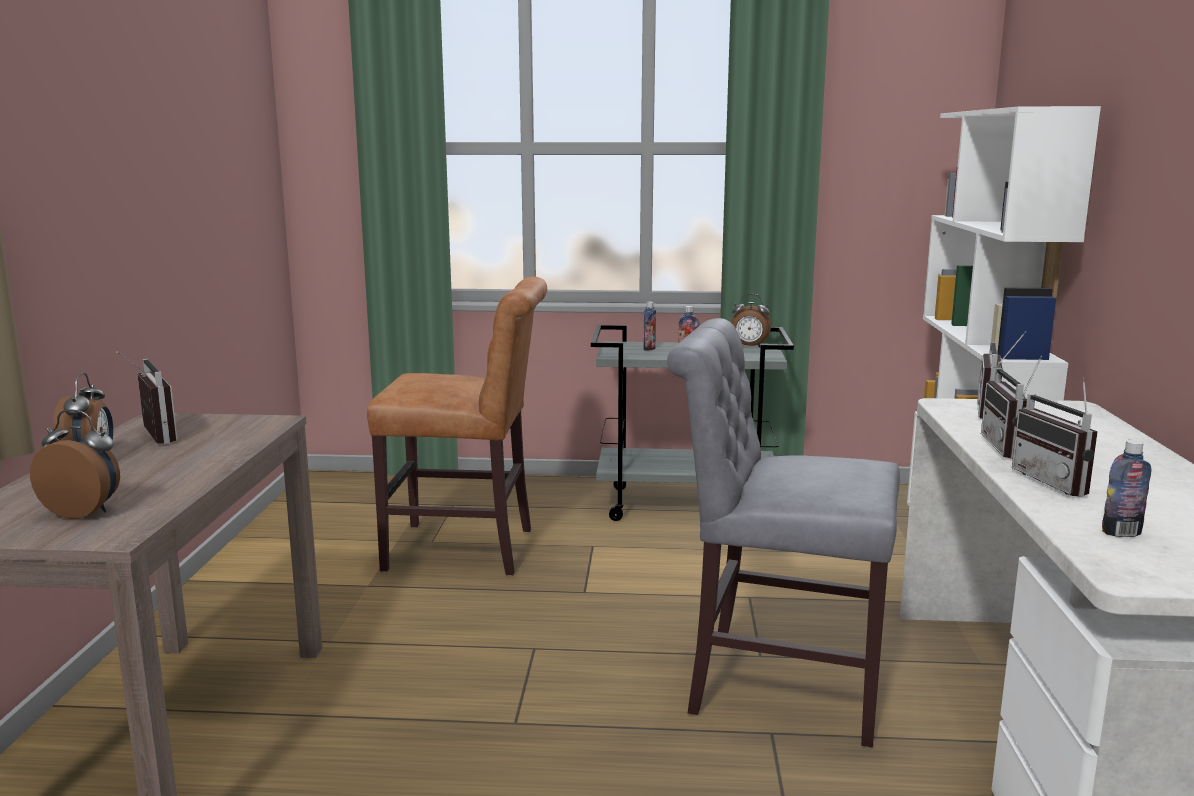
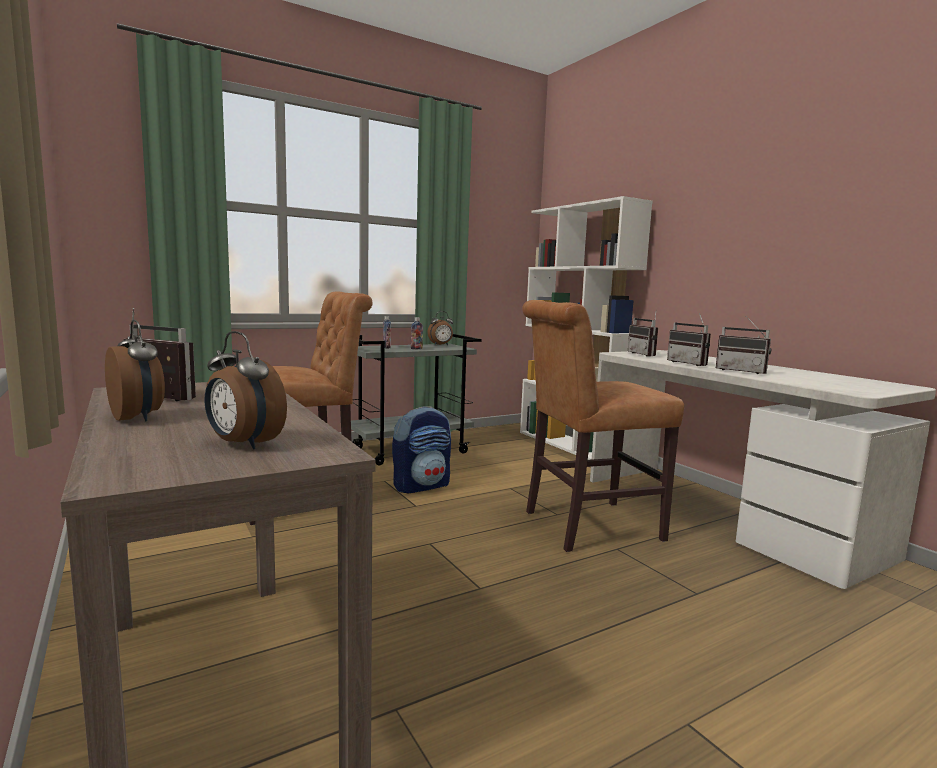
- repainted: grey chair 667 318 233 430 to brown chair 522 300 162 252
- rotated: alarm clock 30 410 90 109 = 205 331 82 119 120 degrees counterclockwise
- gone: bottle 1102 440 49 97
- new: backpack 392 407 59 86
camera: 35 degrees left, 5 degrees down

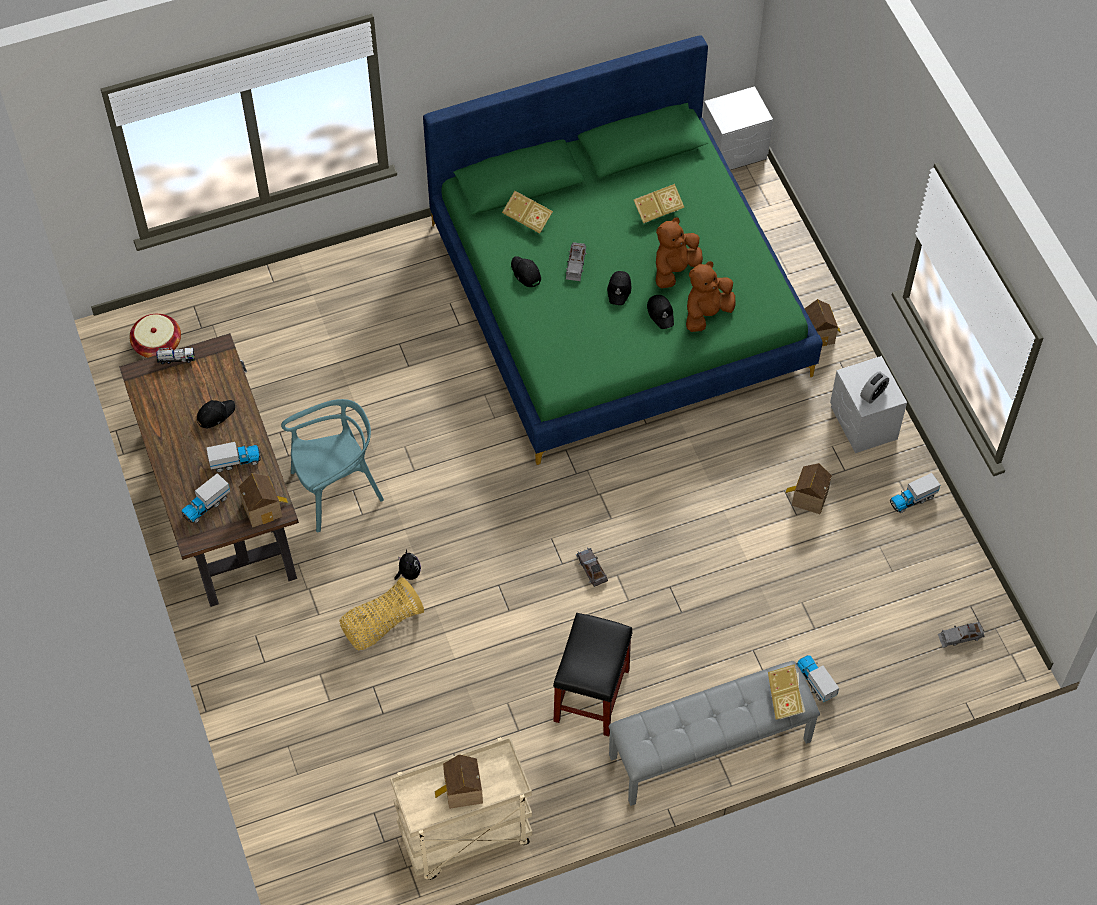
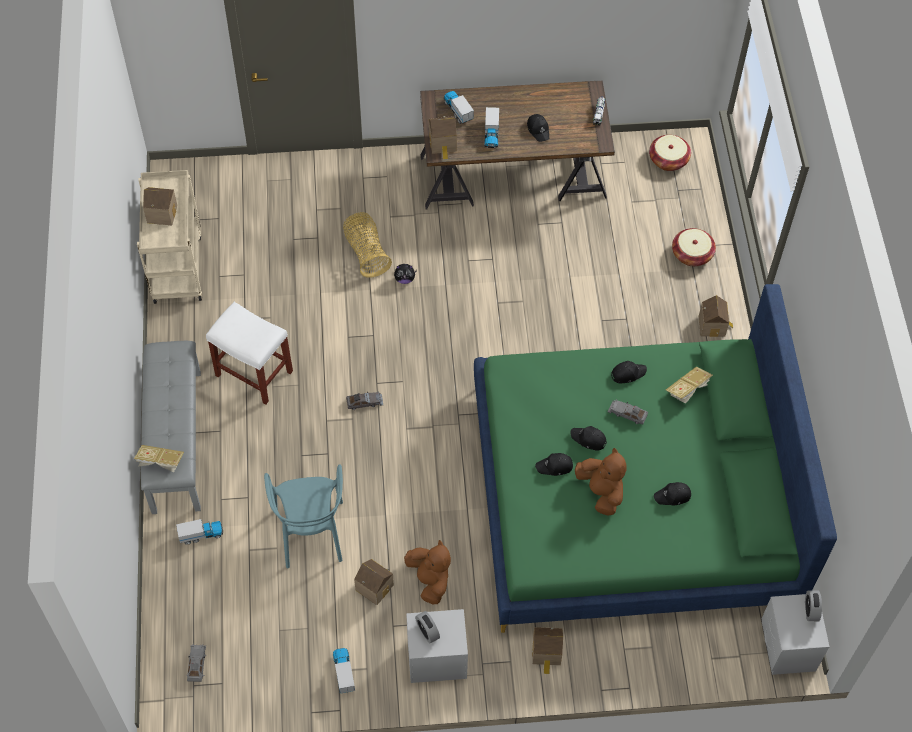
- swapped: book 634 184 50 39 to black cap 654 482 37 24
- shifted: brown plush toy 686 261 50 71 to 404 540 47 64
- shifted: turquoise chair 281 399 103 133 to 264 465 79 103
- repainted: black stool 553 613 80 123 to white stool 206 302 87 103
- new: basket 672 228 44 38
- new: toy house 699 295 34 42
- new: alarm clock 805 590 17 31
camera: 105 degrees right, 0 degrees up

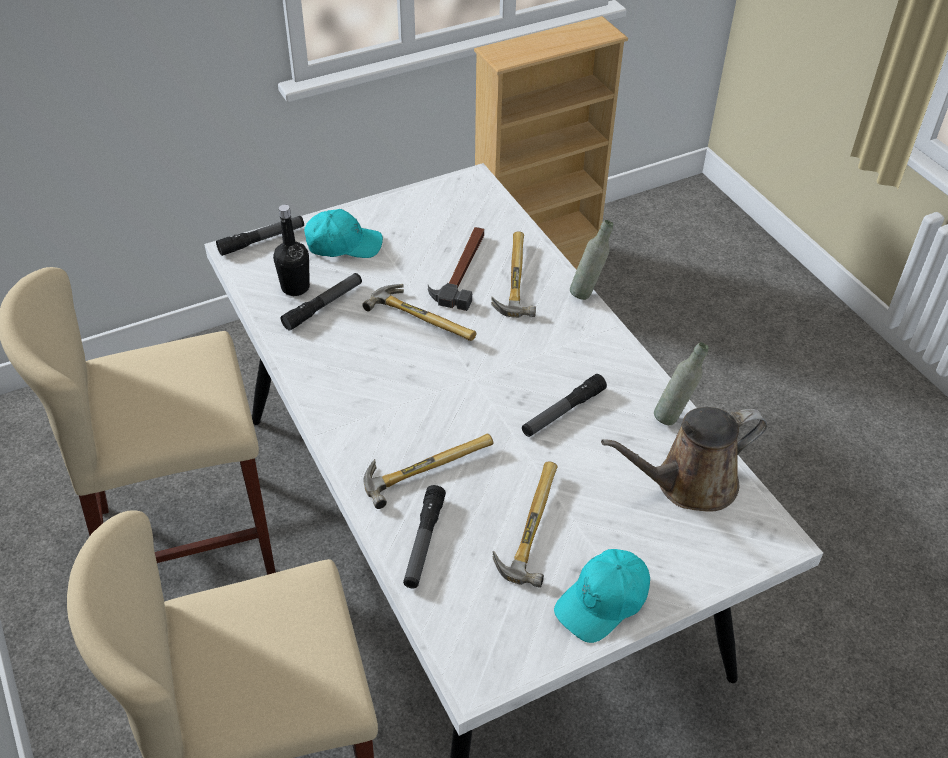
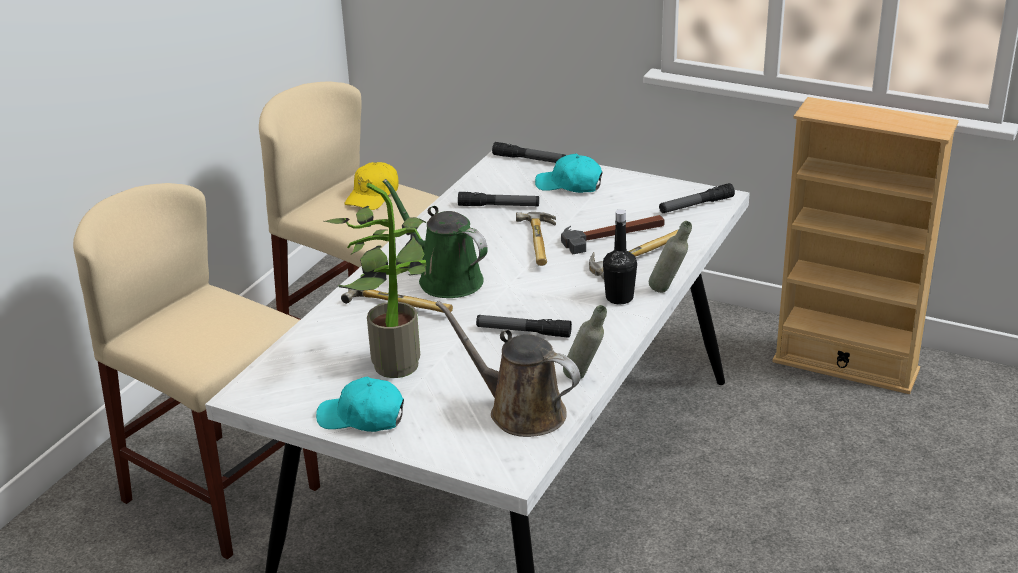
- shifted: black bottle 273 205 37 91 to 603 209 34 95
- rotated: turquoise cap 304 209 79 49 = 535 154 67 39 150 degrees clockwise
- swapped: hammer 493 461 65 127 to potted plant 323 183 104 195
- shifted: flashlight 403 485 43 103 to 659 183 76 30
- new: yellow cap 345 162 54 48
- new: green watering can 383 179 105 119
camera: 55 degrees right, 15 degrees down

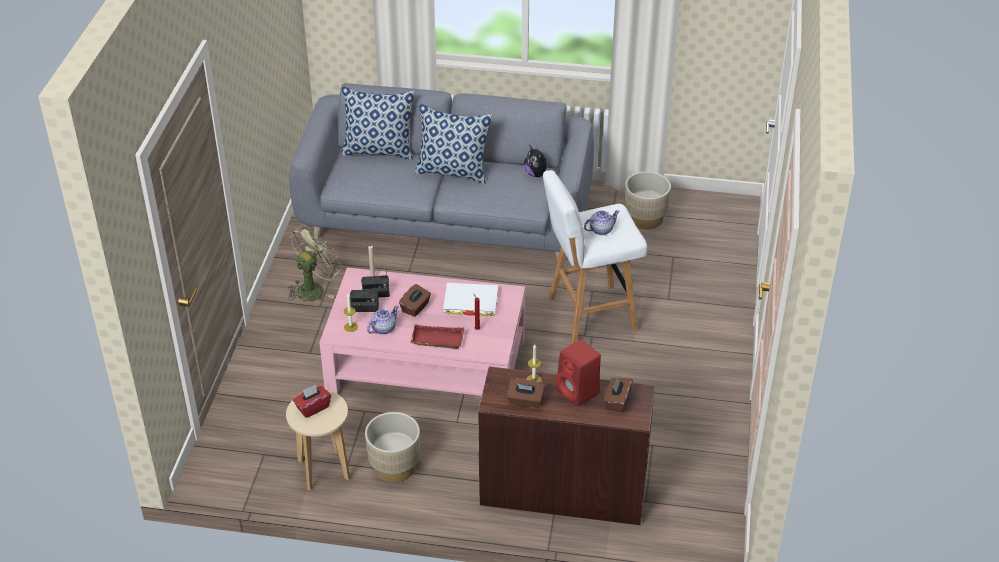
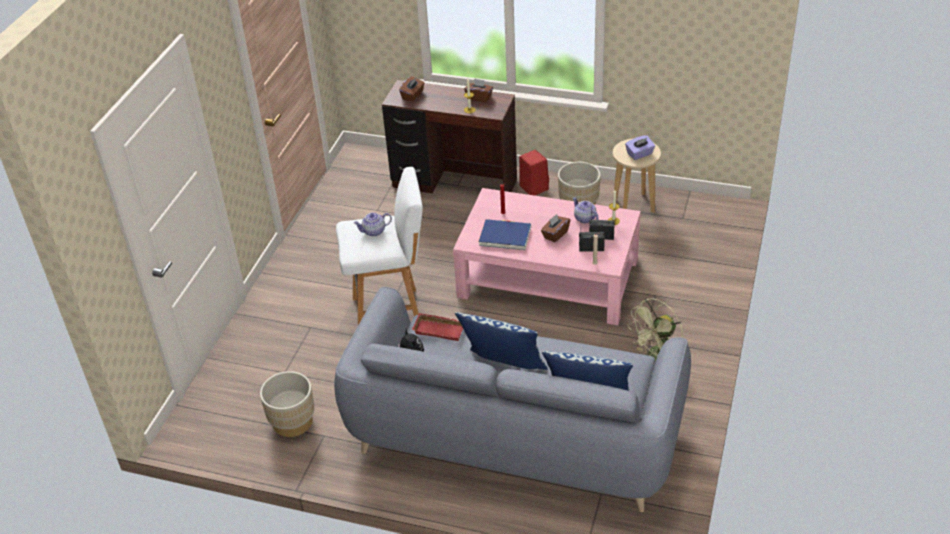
- repainted: white book 443 283 55 33 to blue book 478 219 53 31
- rotated: teapot 367 305 32 30 = 573 198 25 25 90 degrees clockwise
- shifted: red tray 410 325 54 24 to 412 313 51 28
- shifted: red speaker 556 340 45 66 to 519 150 30 46
- repainted: red tissue box 293 385 38 33 to purple tissue box 625 135 30 25
camera: 170 degrees left, 0 degrees up

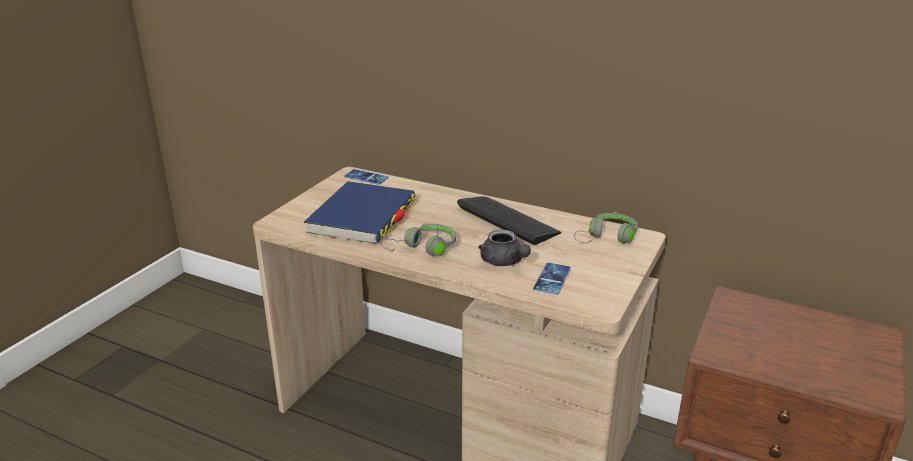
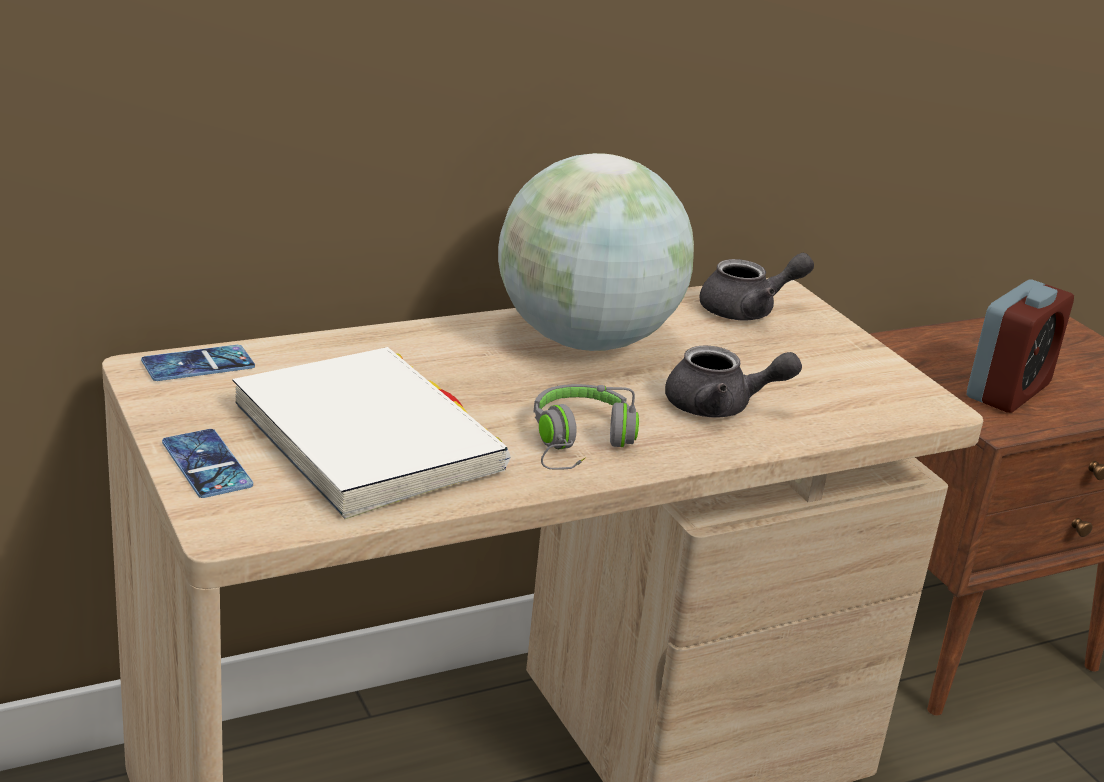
- repainted: blue book 304 181 112 63 to white book 232 347 279 172
- swapped: keyboard 457 196 105 49 to globe 498 153 196 198
- swapped: grey headphones 574 212 64 31 to grey teapot 699 253 115 68
- shifted: phone 533 263 38 32 to 162 429 91 69
- new: alarm clock 967 279 107 134
camera: 55 degrees left, 0 degrees up

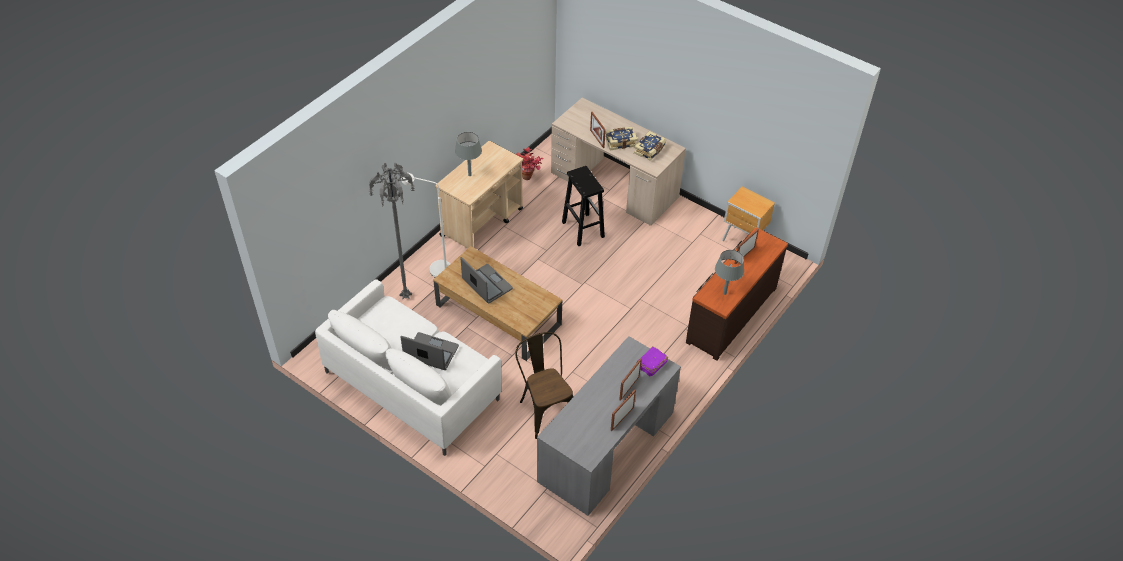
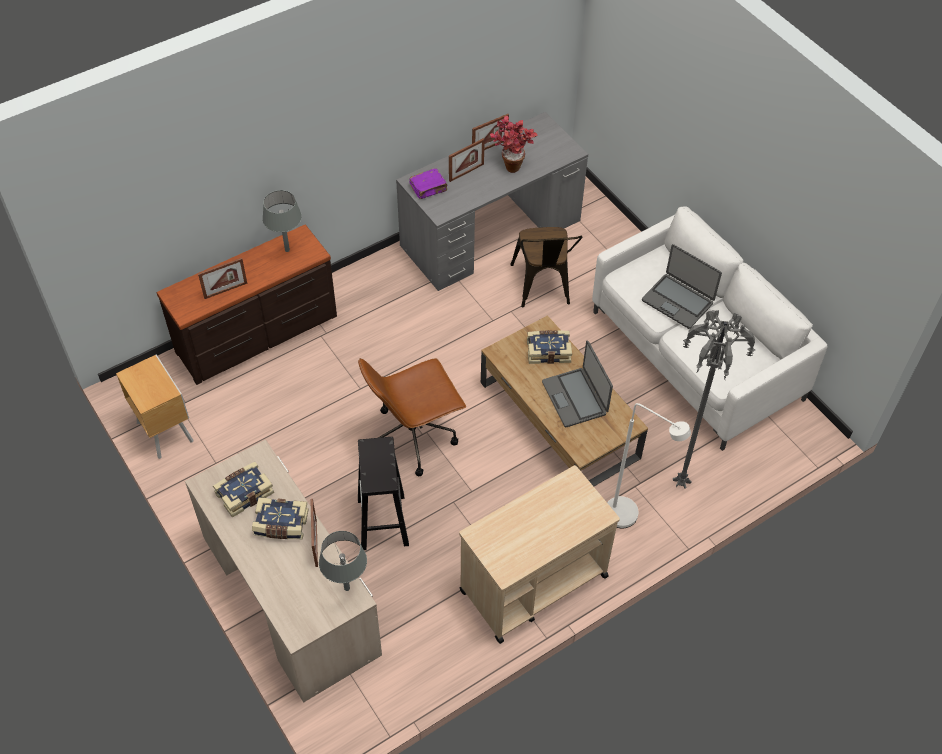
- shifted: grey table lamp 455 132 27 44 to 319 531 48 60
- shifted: potted plant 516 147 27 33 to 490 116 47 57
- new: book 527 330 45 34
- new: brown office chair 358 358 108 118
camera: 160 degrees left, 5 degrees up

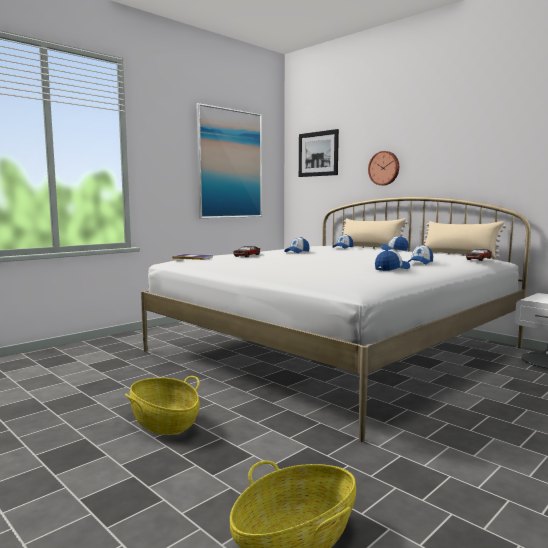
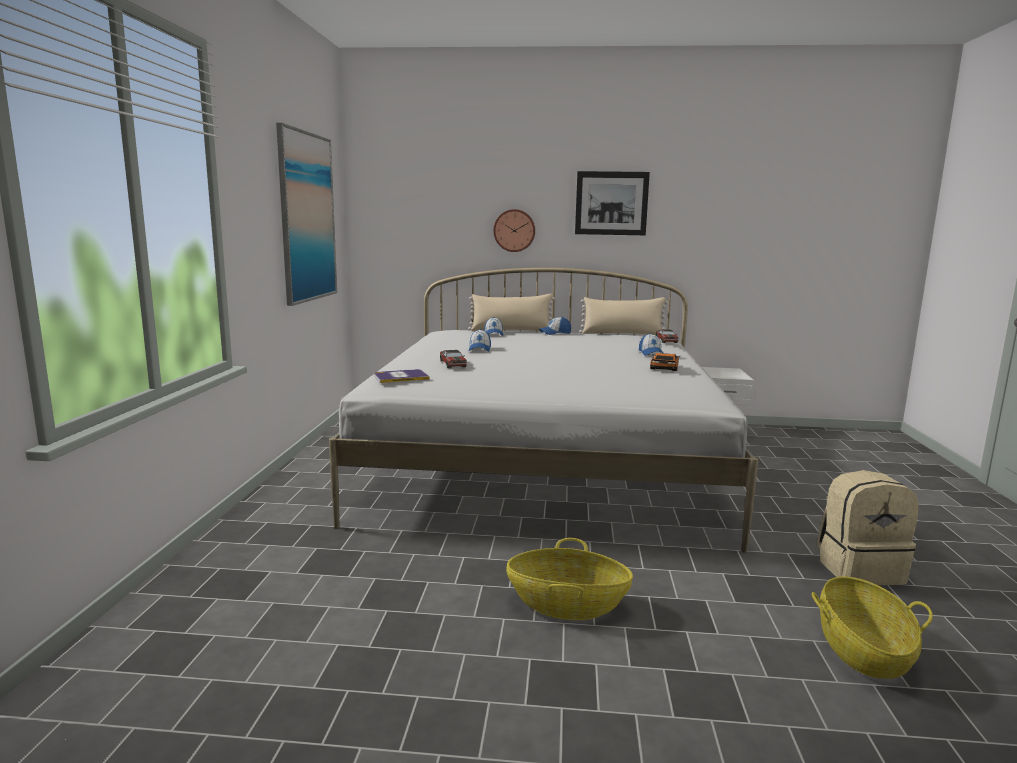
- shifted: picture 299 129 40 48 to 575 171 75 64
- swapped: cap 375 250 35 21 to toy car 650 353 30 18
- new: beige backpack 817 470 102 115
camera: 40 degrees left, 5 degrees up

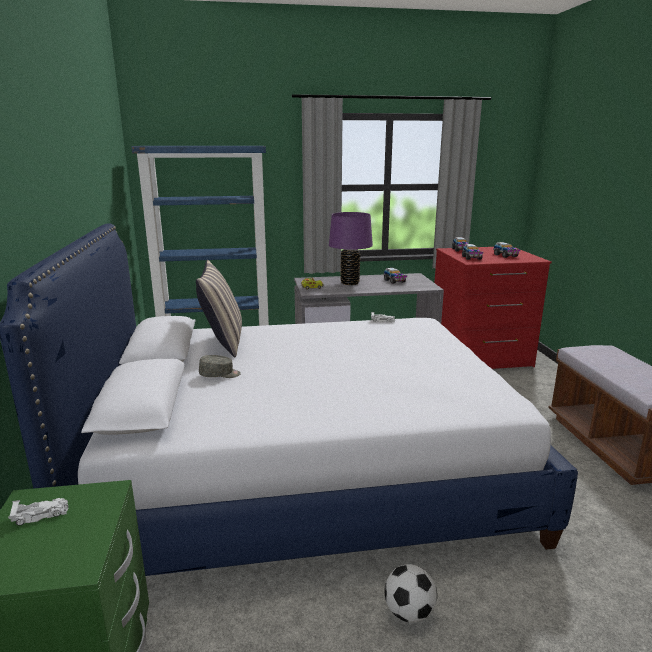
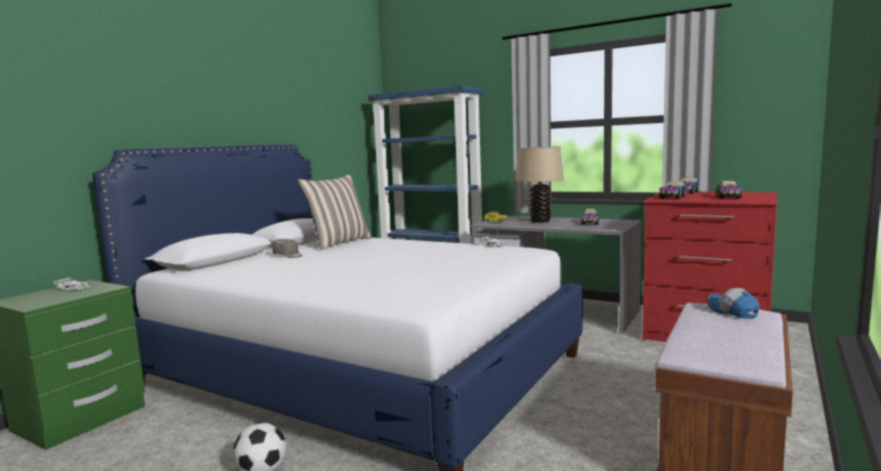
- repainted: purple table lamp 329 212 44 73 to beige table lamp 516 146 48 77
- new: cap 707 288 53 31
camera: 40 degrees right, 10 degrees down

